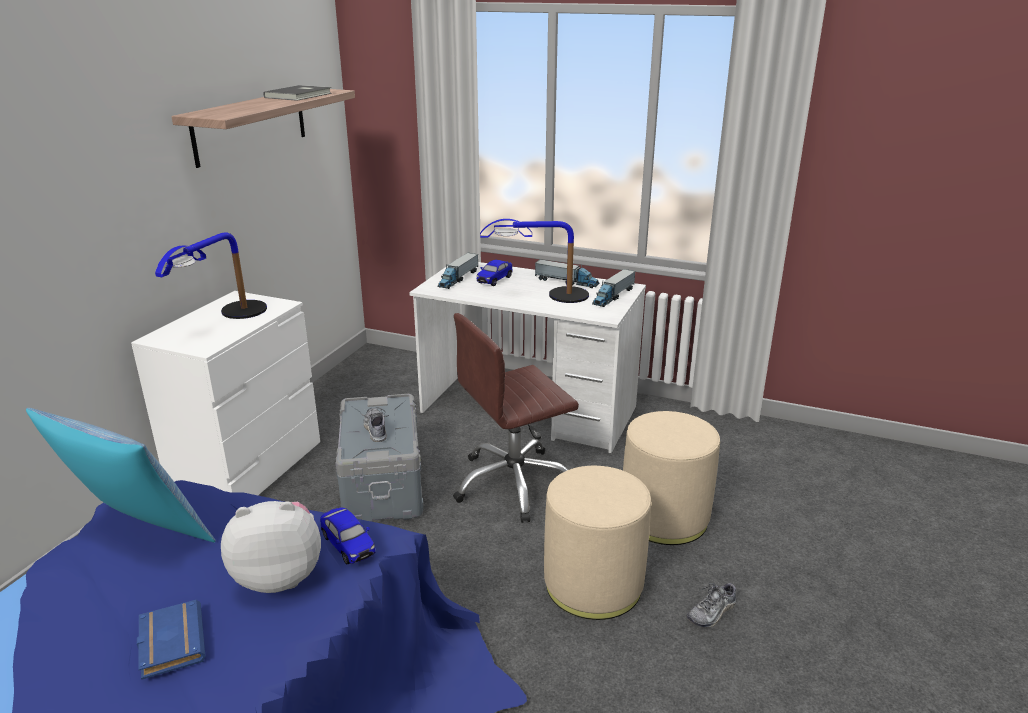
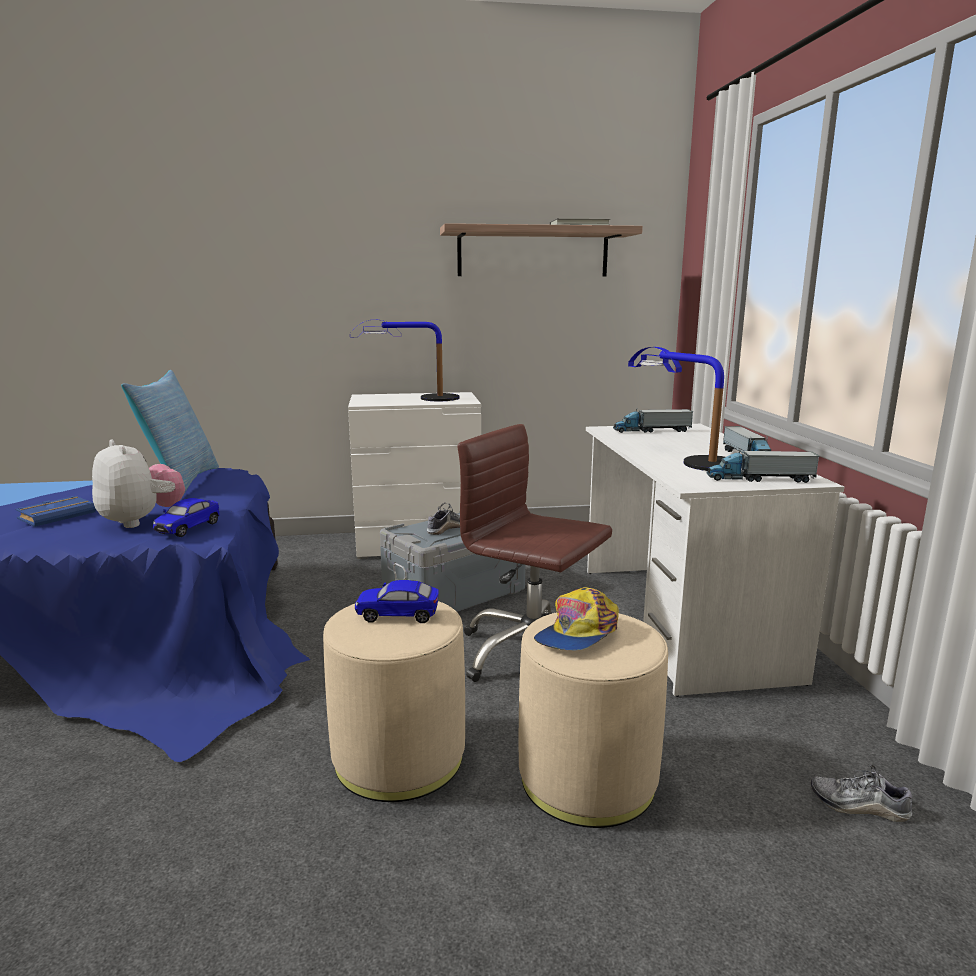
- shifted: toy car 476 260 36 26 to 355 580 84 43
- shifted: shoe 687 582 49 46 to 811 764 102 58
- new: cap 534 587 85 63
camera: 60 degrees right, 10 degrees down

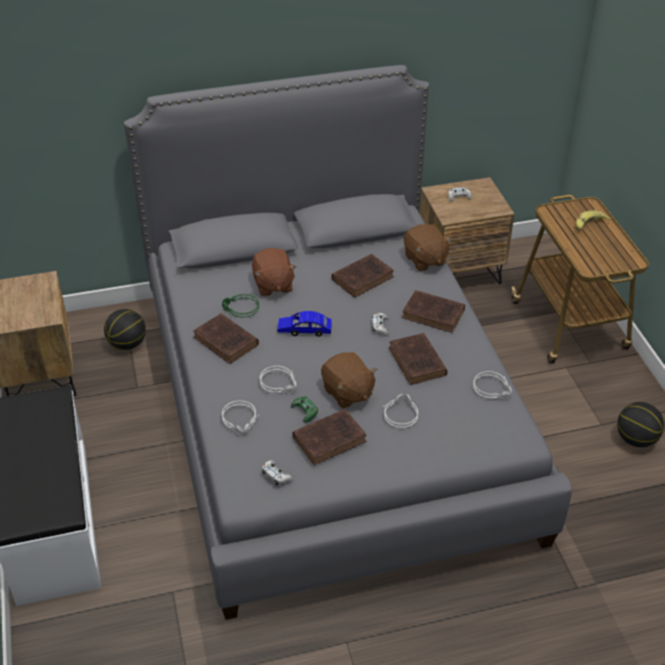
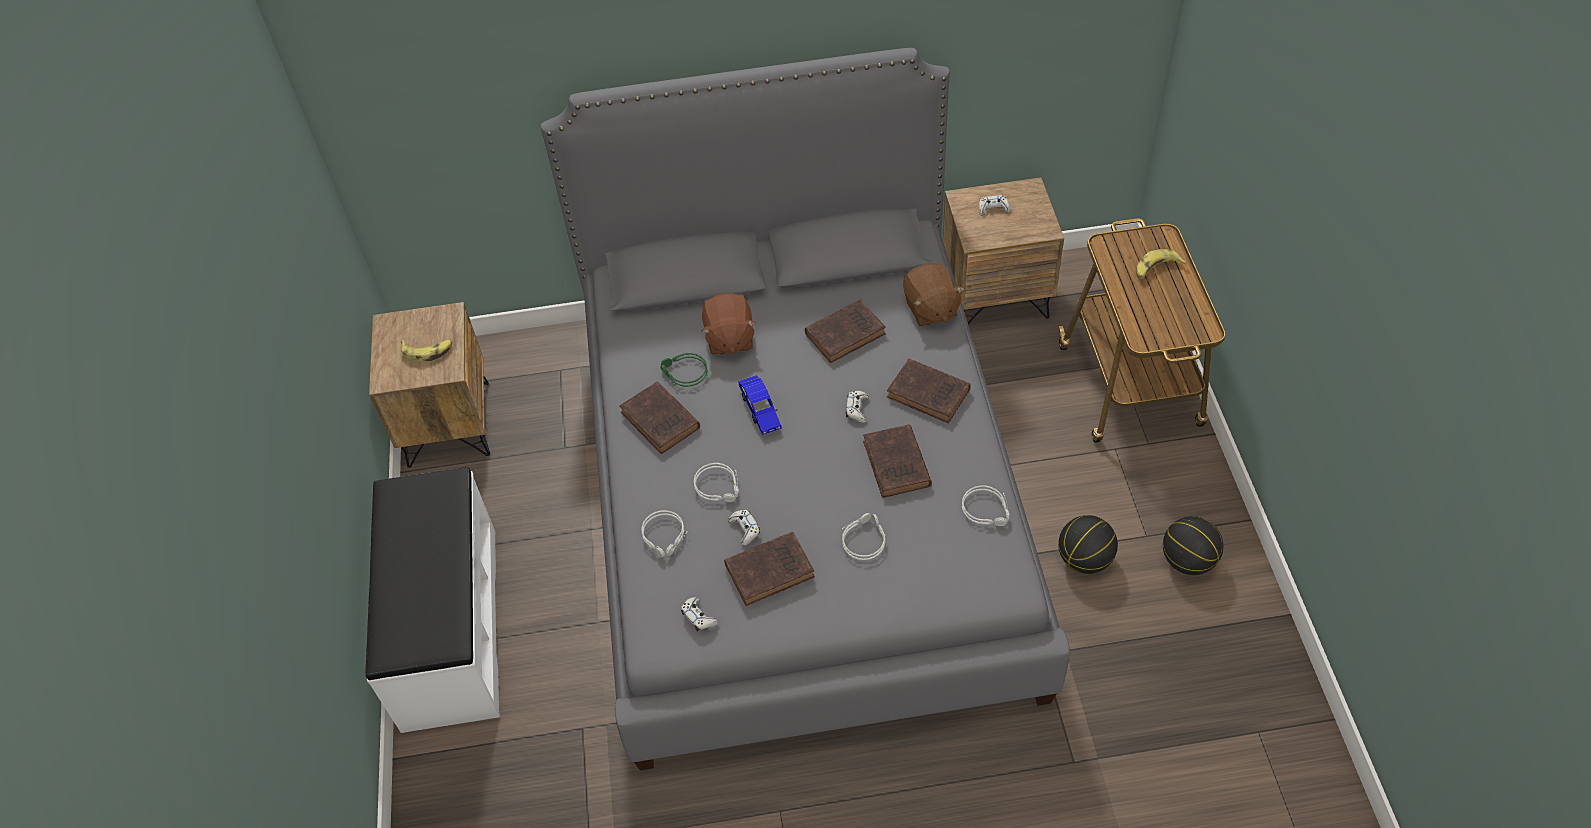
- shifted: basketball 104 309 42 41 to 1058 515 60 59
- rotated: blue toy car 277 311 55 26 = 738 375 44 60 120 degrees counterclockwise
- gone: brown plush toy 321 352 56 56
- repainted: green game controller 291 396 27 27 to white game controller 728 510 32 35
- new: banana 401 340 51 22
camera: 10 degrees right, 10 degrees up

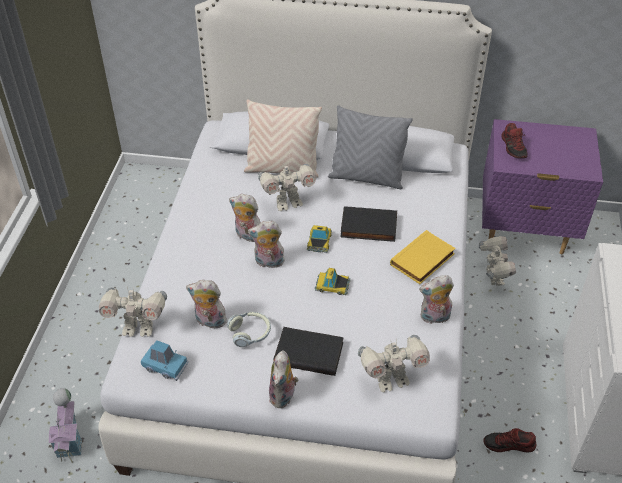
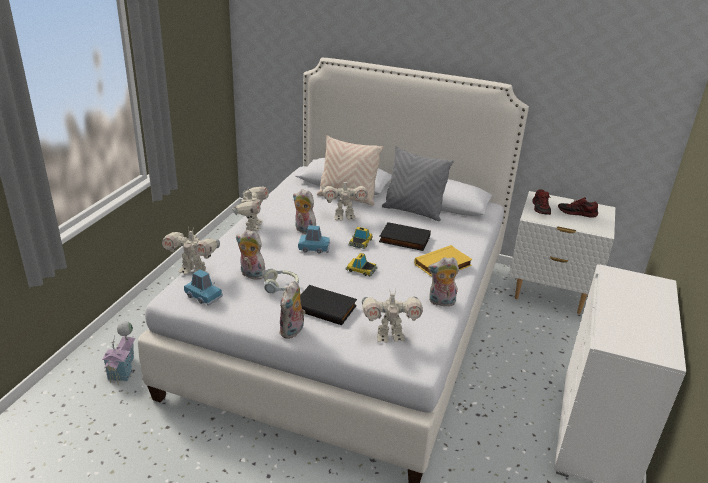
- repainted: purple nightstand 482 119 121 135 to white nightstand 509 191 106 123
- swapped: plush toy 248 221 37 47 to blue toy car 298 225 32 29
- shifted: toy robot 479 236 37 50 to 232 187 37 44
- shifted: shoe 483 428 53 24 to 558 197 40 21
camera: 10 degrees right, 15 degrees down

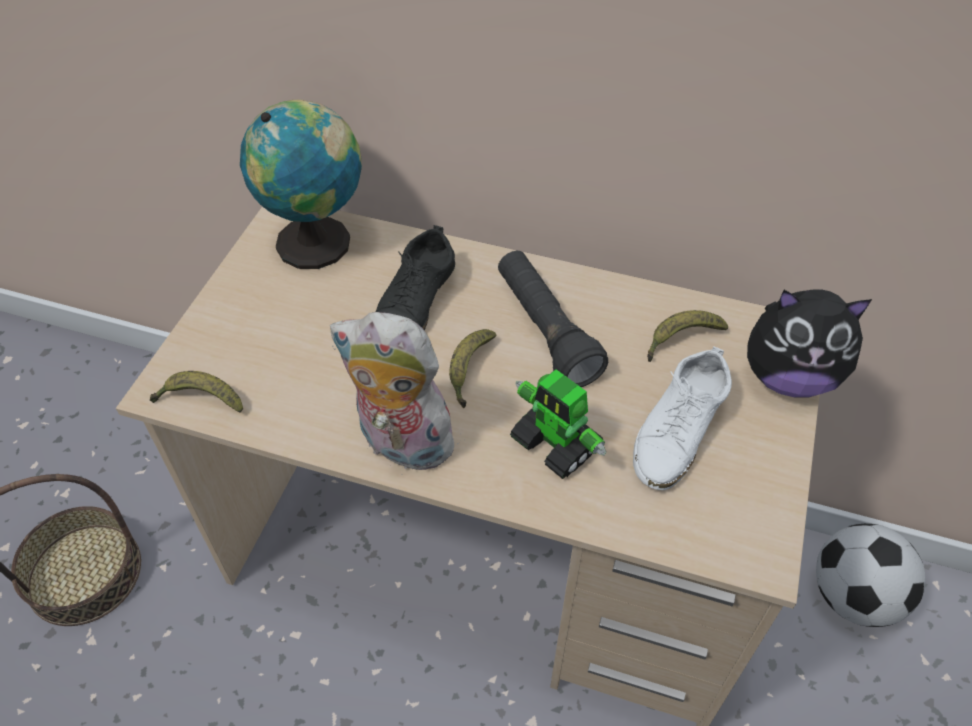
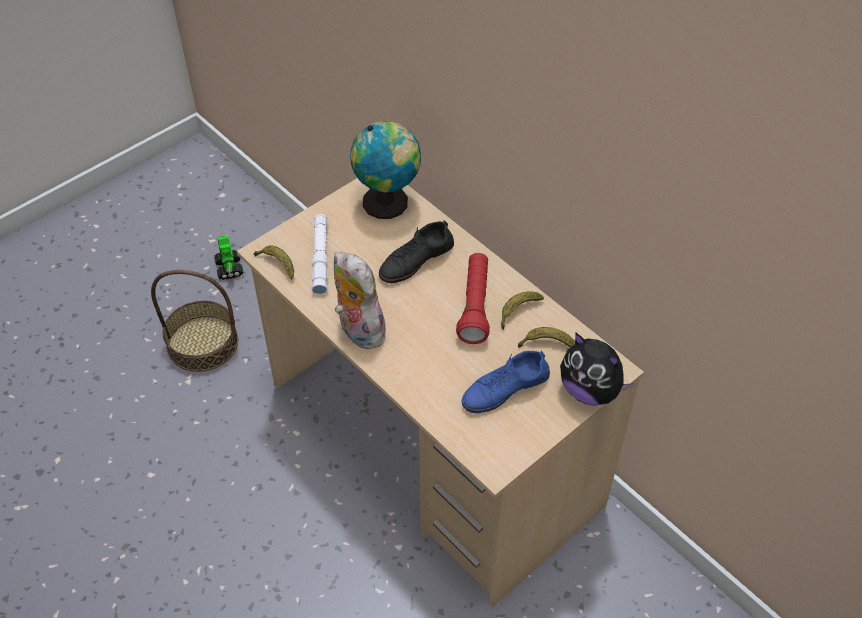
- repainted: black flashlight 498 251 110 136 to red flashlight 456 253 34 91
- shifted: banana 449 329 48 79 to 501 291 43 39
- repainted: white shoe 633 347 99 143 to blue shoe 462 351 88 62
- shifted: toy robot 510 369 96 110 to 214 235 30 45
- gone: football 816 524 109 103
- new: white flashlight 312 214 15 80
camera: 30 degrees right, 0 degrees up

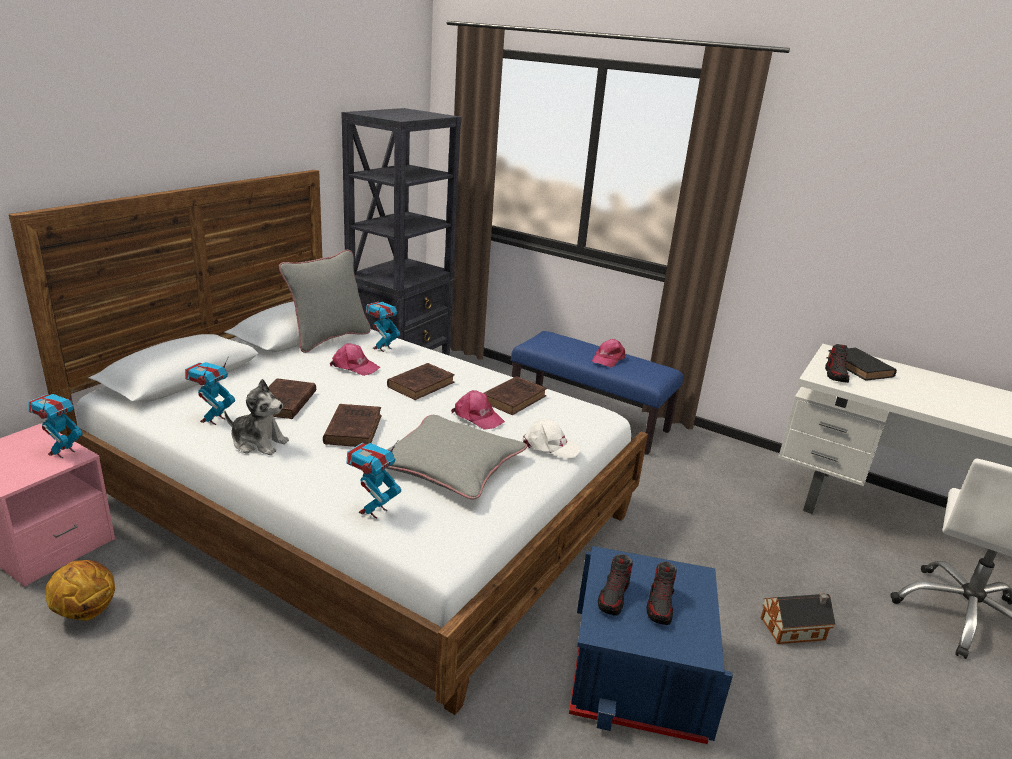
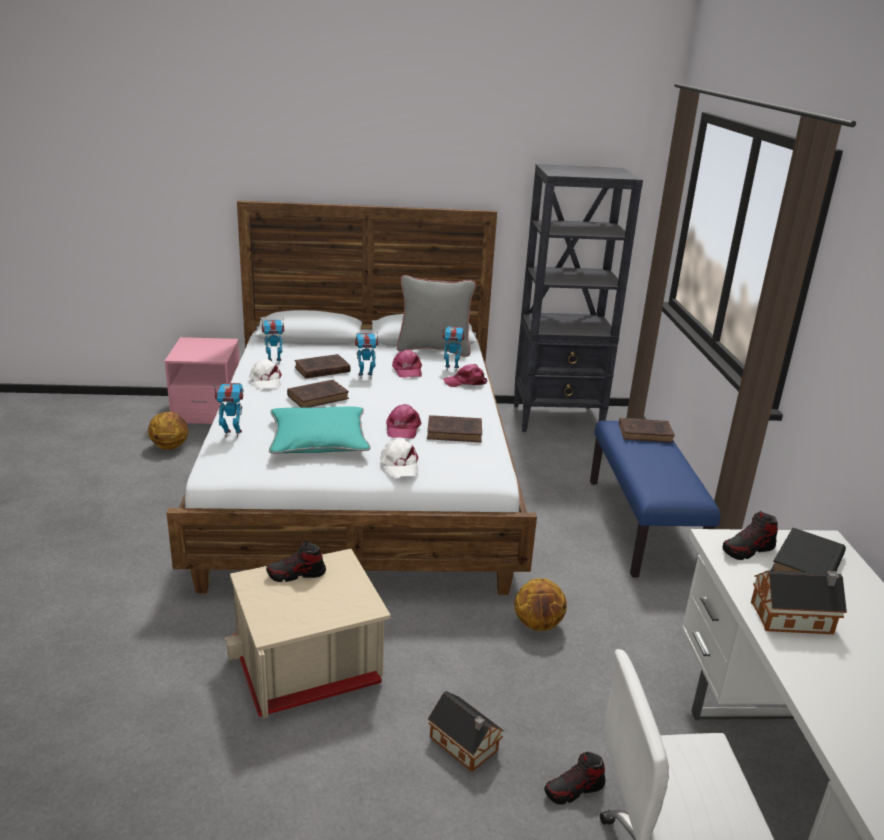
- shifted: pink cap 592 339 33 28 to 443 364 44 23
- shifted: brown book 387 363 67 37 to 619 418 56 25
- swapped: plush toy 224 379 65 76 to white cap 249 359 33 30
- shifted: toy robot 28 389 55 69 to 355 333 23 46
- repainted: grey pillow 387 415 140 85 to turquoise pillow 269 406 102 48
- repainted: blue storage box 569 546 164 198 to beige storage box 225 549 166 170
- shifted: shoe 646 562 31 63 to 544 752 61 53
- new: toy house 751 571 96 63
- new: basketball 514 578 53 53
camera: 55 degrees right, 0 degrees up

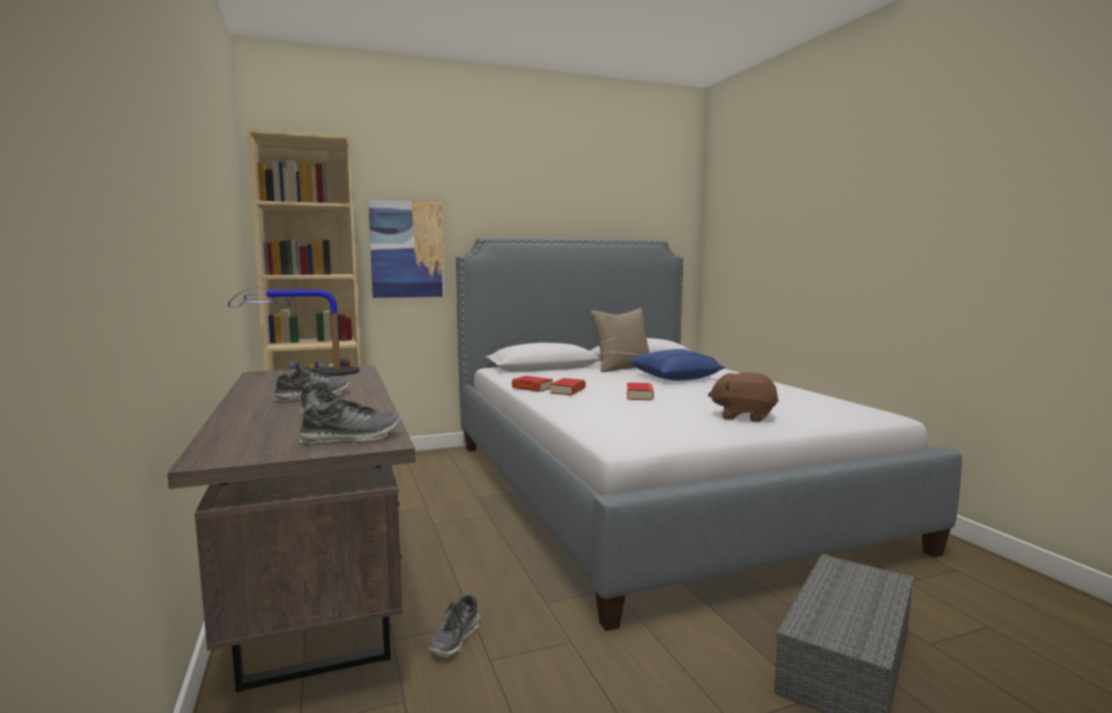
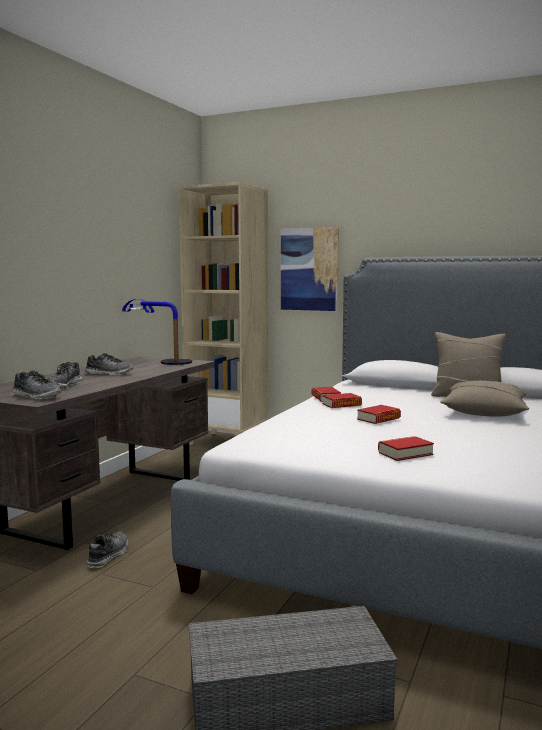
- repainted: blue pillow 629 349 96 32 to beige pillow 440 381 90 36
- swapped: brown plush toy 708 372 71 50 to book 378 436 56 25
- rotated: shoe 429 593 51 64 = 87 532 41 36 135 degrees clockwise
camera: 45 degrees right, 0 degrees up

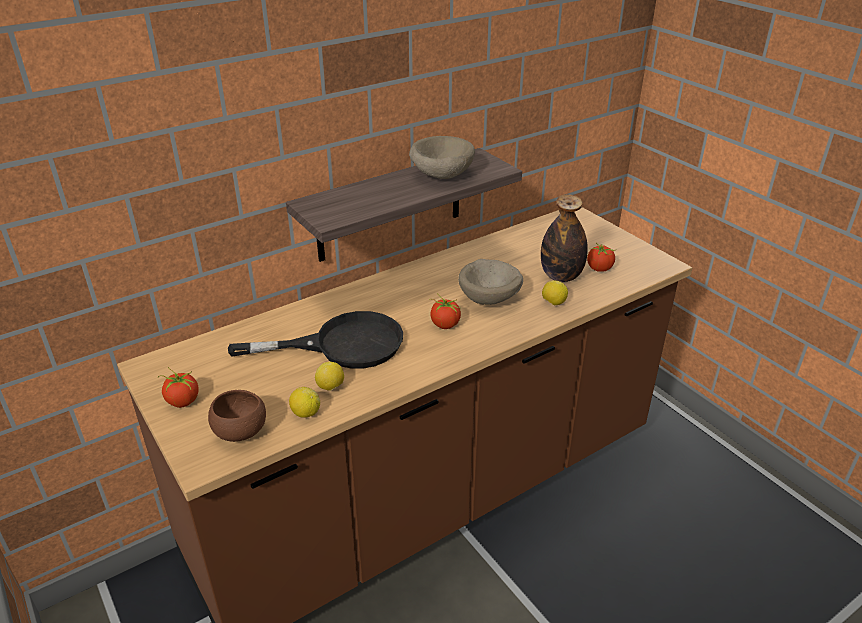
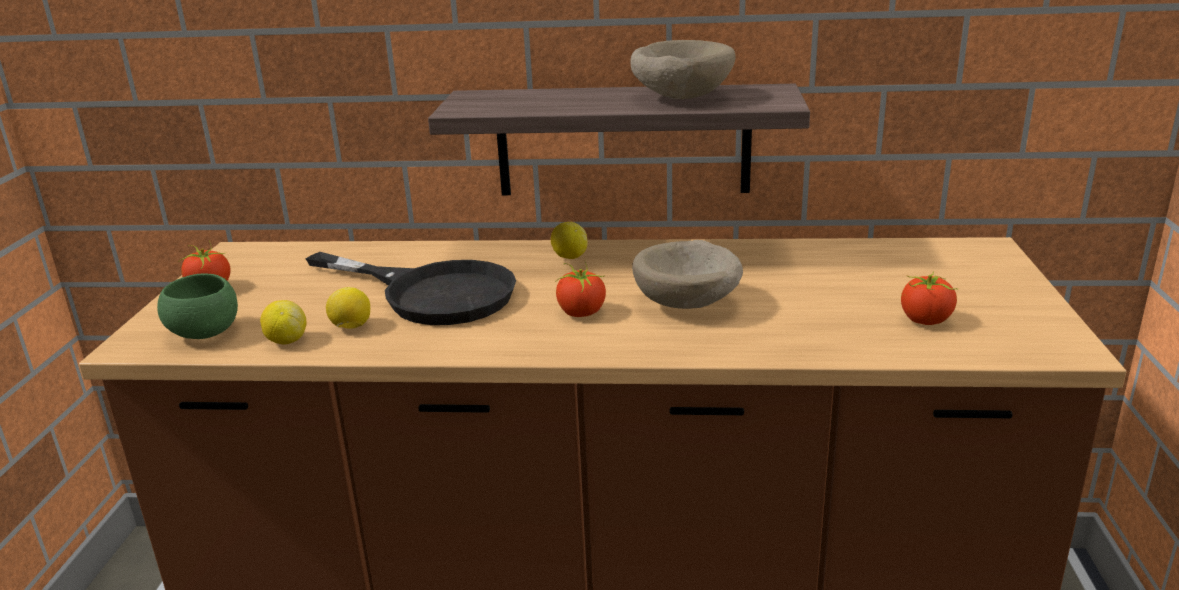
- gone: bottle 541 194 47 88
- shifted: lemon 542 280 26 26 to 551 222 37 37
- repainted: brown bowl 208 390 58 52 to green bowl 157 273 81 66
camera: 40 degrees right, 10 degrees down

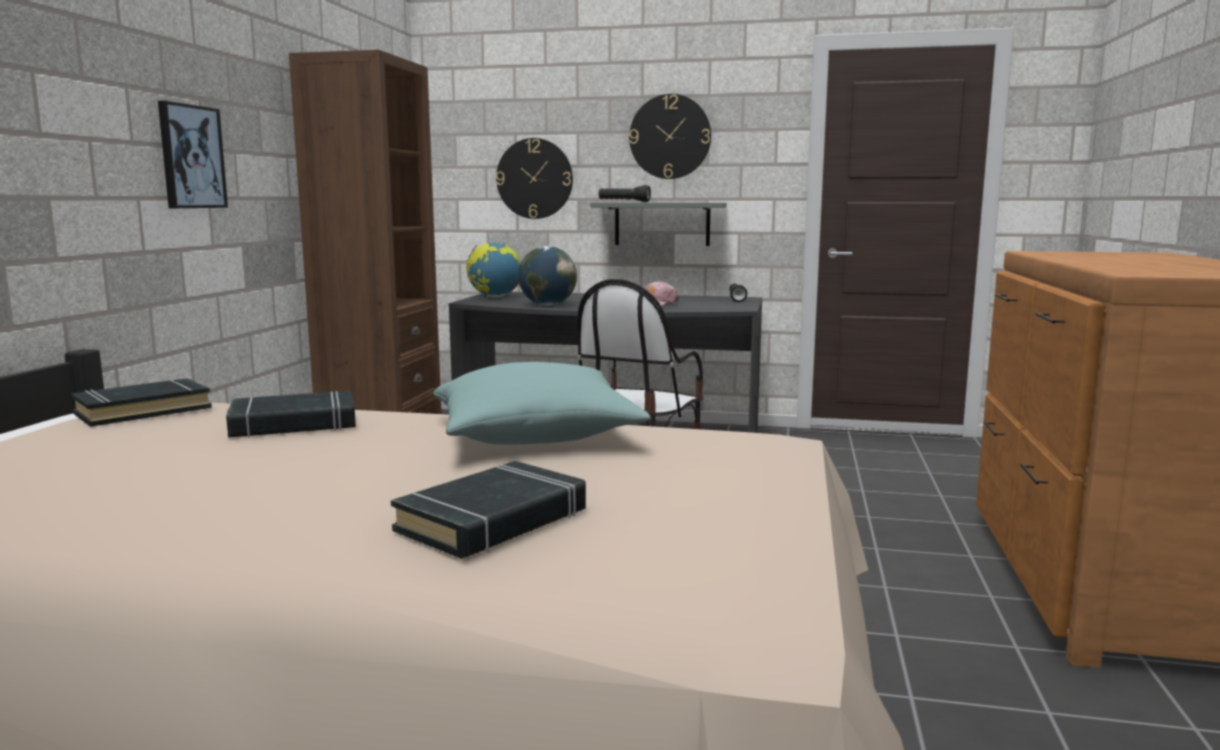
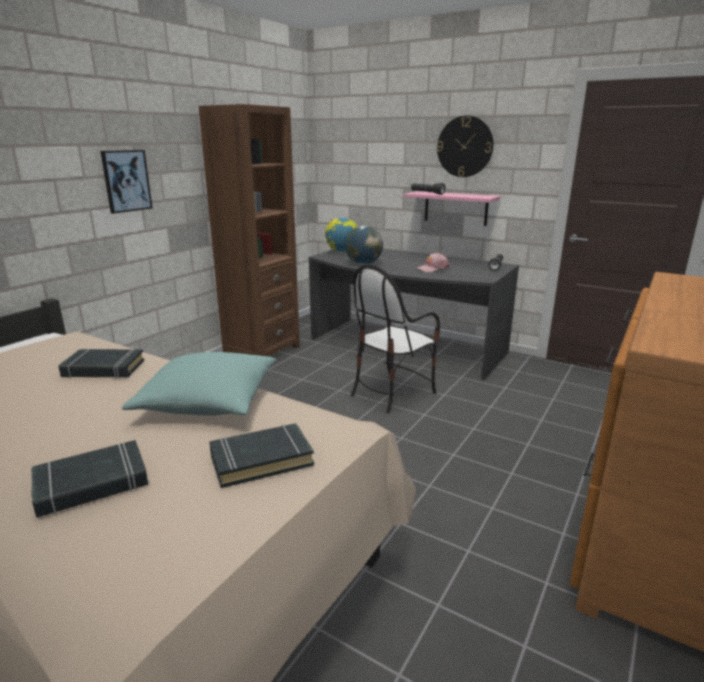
- gone: wall clock 496 138 77 81
- repainted: grey shelf 590 202 137 44 to pink shelf 404 191 97 35
- shifted: black book 71 378 141 49 to 209 423 105 65
camera: 20 degrees right, 10 degrees up

